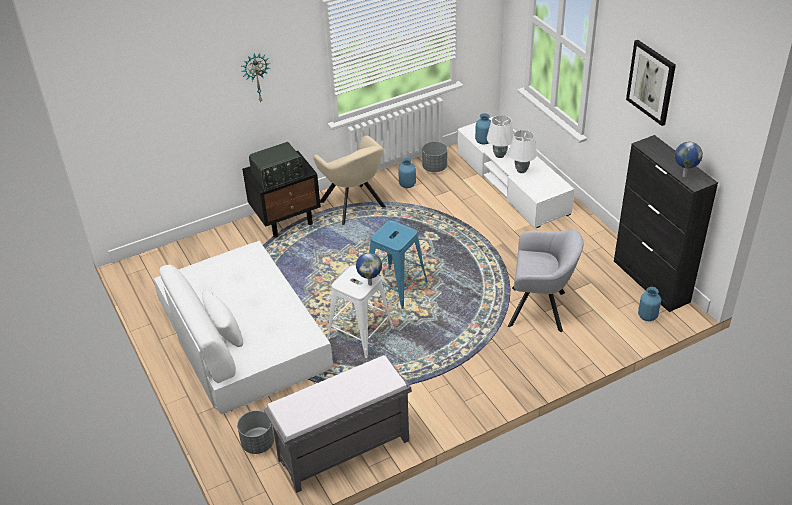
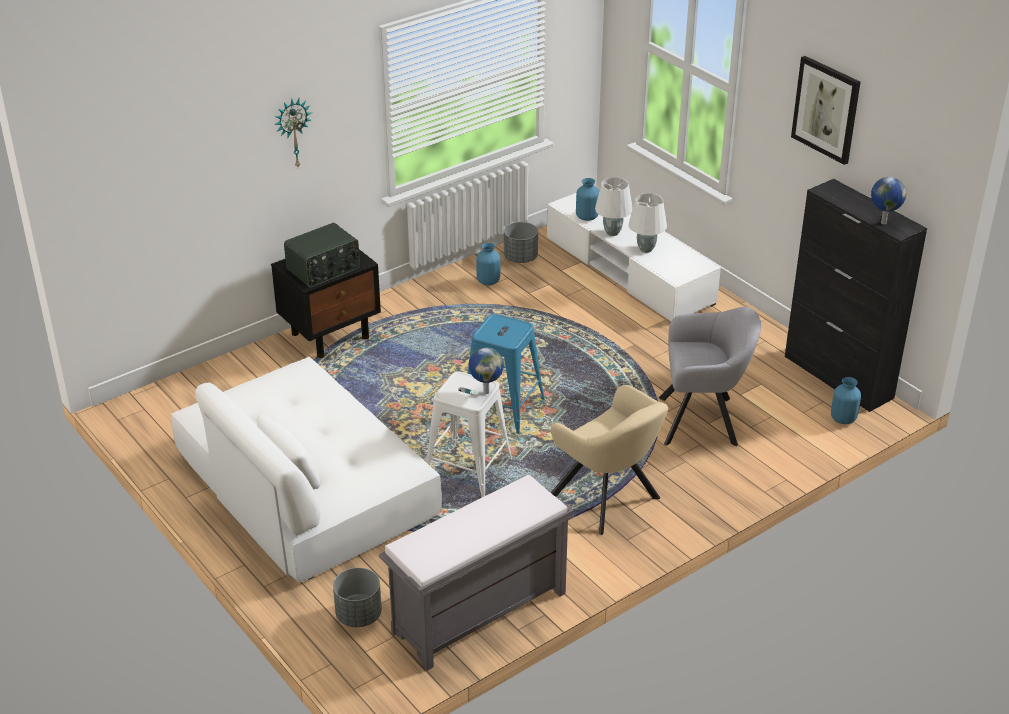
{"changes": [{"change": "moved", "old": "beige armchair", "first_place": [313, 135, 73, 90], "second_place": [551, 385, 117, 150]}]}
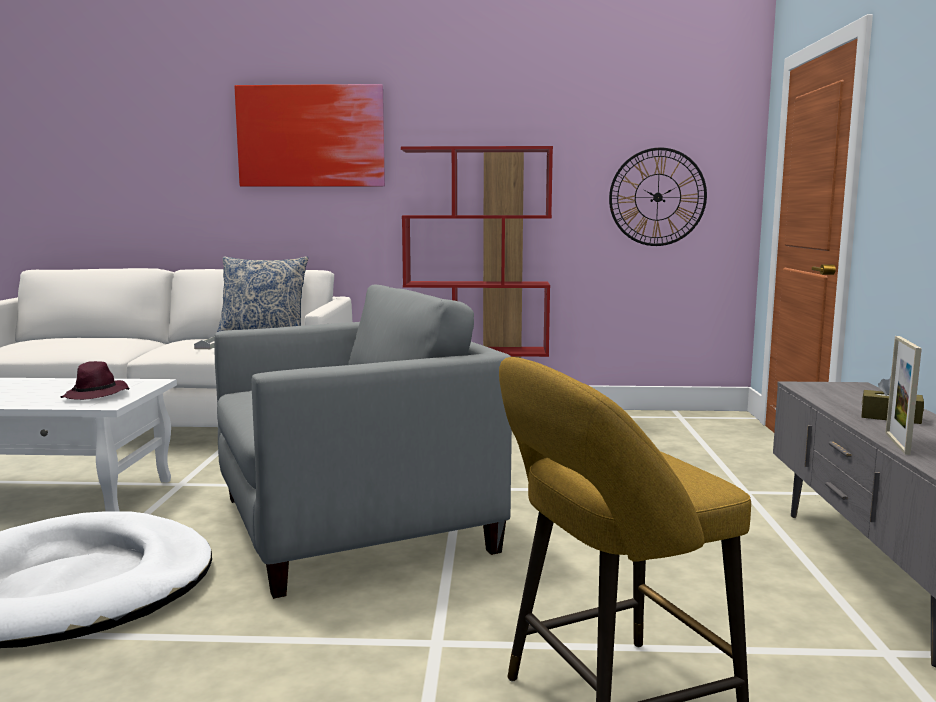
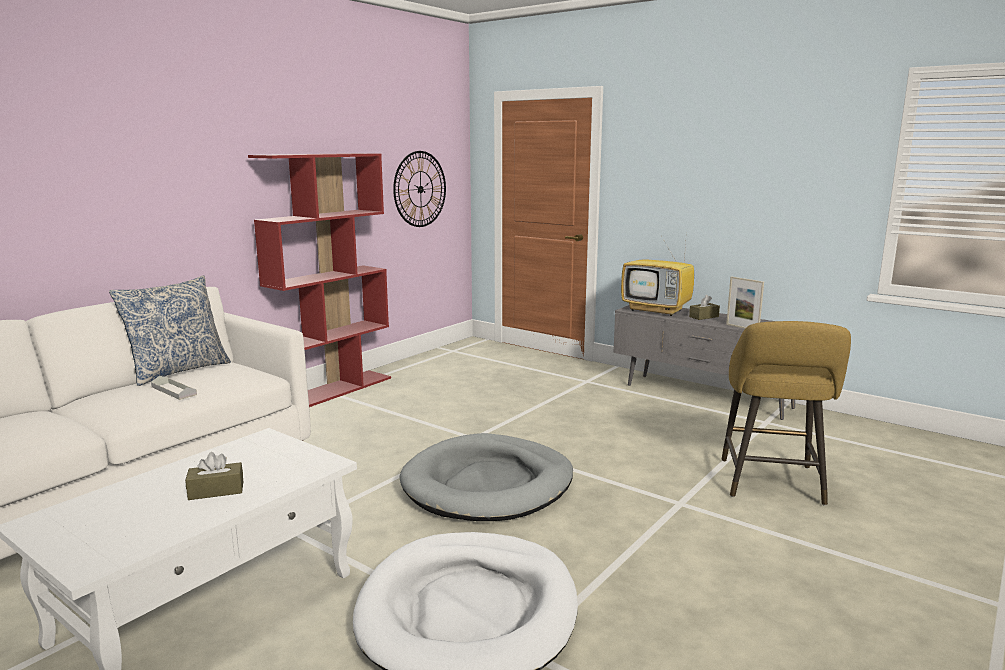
{"changes": [{"change": "added", "new": "brown tissue box", "second_place": [185, 452, 58, 48]}, {"change": "replaced", "old": "grey armchair", "new": "grey dog bed", "first_place": [214, 285, 298, 314], "second_place": [399, 433, 174, 88]}, {"change": "added", "new": "television", "second_place": [621, 230, 73, 86]}, {"change": "removed", "old": "purple hat", "first_place": [60, 361, 70, 39]}, {"change": "removed", "old": "picture", "first_place": [235, 84, 150, 103]}]}
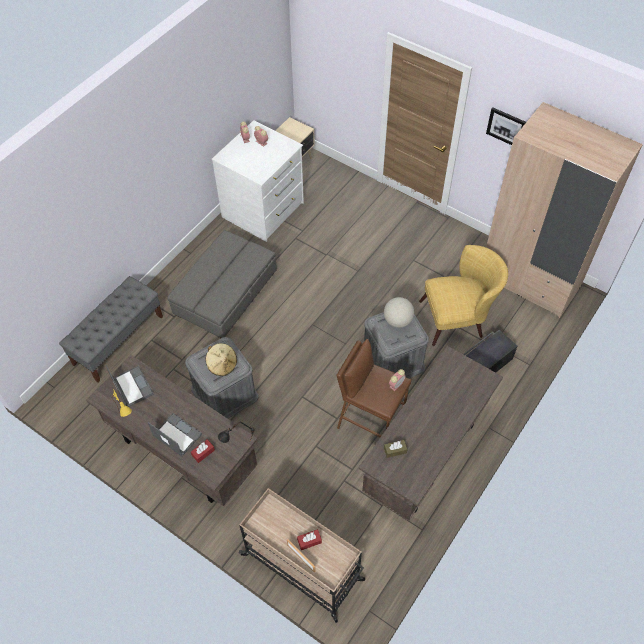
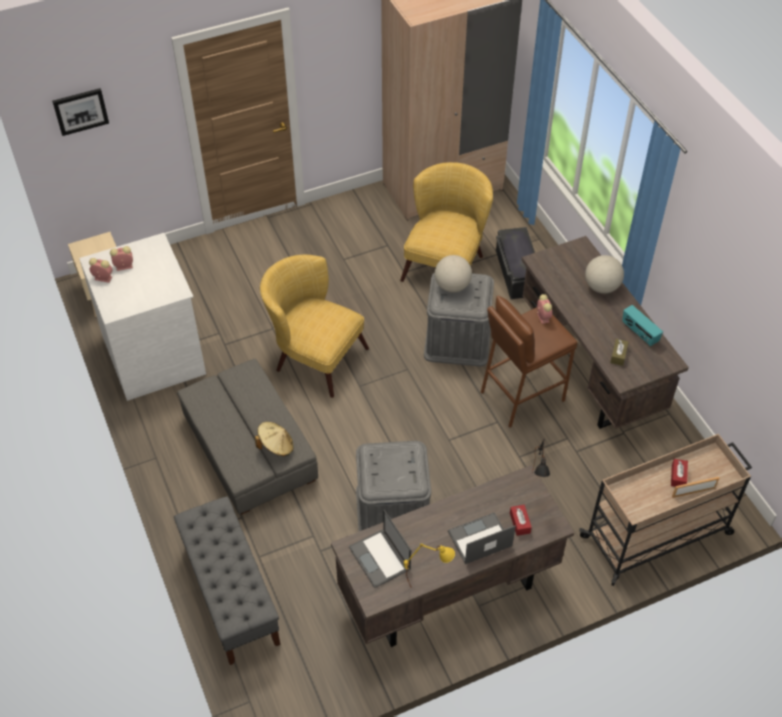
{"changes": [{"change": "moved", "old": "picture", "first_place": [486, 107, 40, 38], "second_place": [52, 88, 57, 48]}, {"change": "moved", "old": "beige hat", "first_place": [206, 343, 31, 33], "second_place": [255, 422, 39, 34]}, {"change": "added", "new": "yellow armchair", "second_place": [260, 255, 109, 143]}, {"change": "turned", "old": "laptop", "first_place": [106, 365, 48, 42], "second_place": [349, 510, 62, 78], "degrees": -120}, {"change": "added", "new": "globe", "second_place": [585, 255, 39, 39]}, {"change": "added", "new": "radio", "second_place": [622, 305, 41, 41]}]}
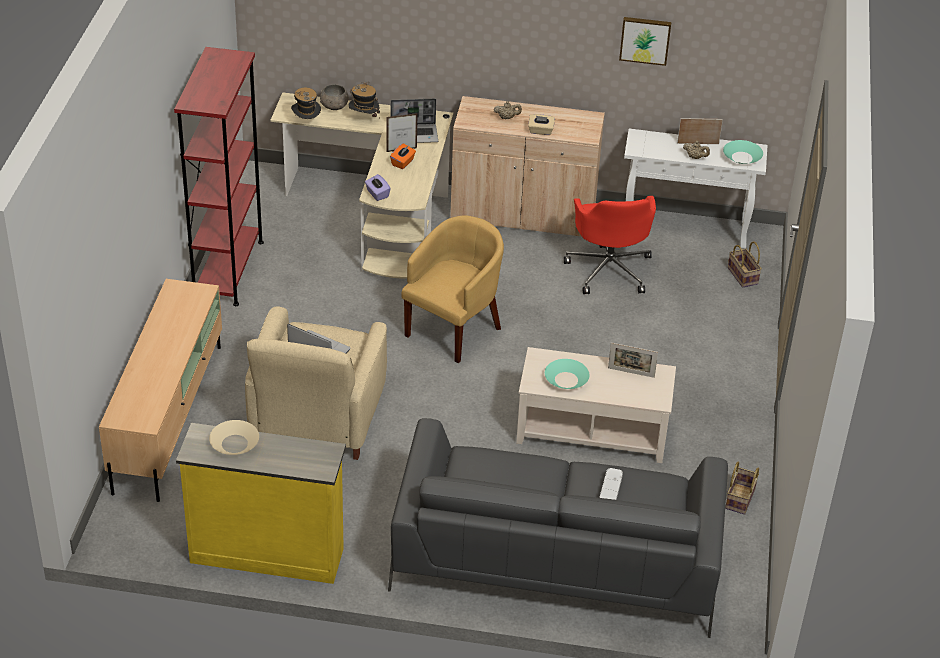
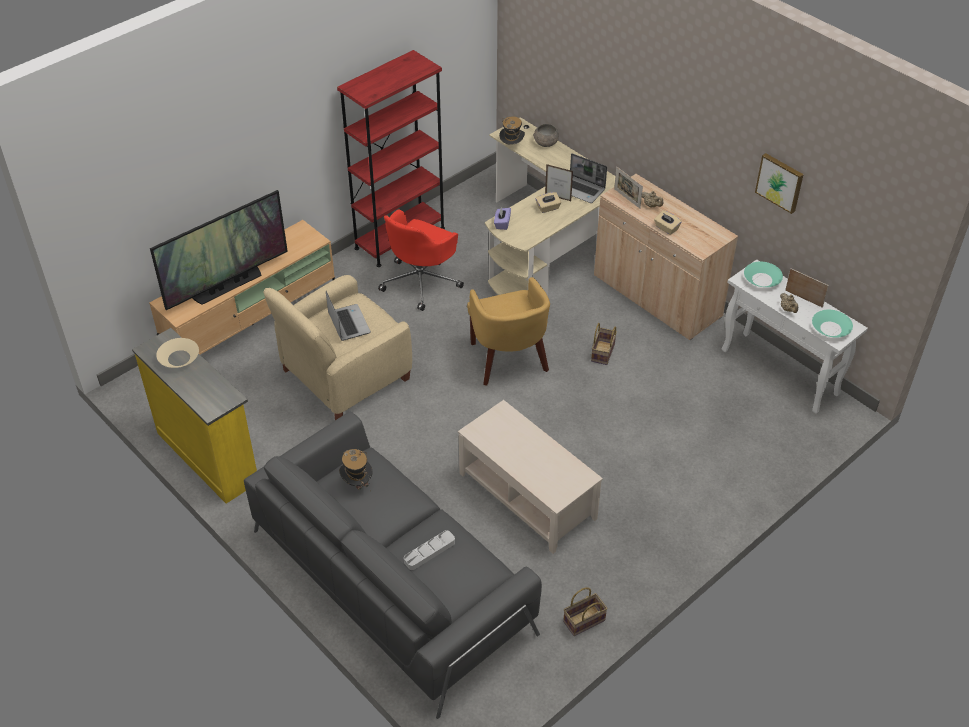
{"changes": [{"change": "added", "new": "television", "second_place": [150, 190, 138, 120]}, {"change": "moved", "old": "hat", "first_place": [349, 82, 31, 35], "second_place": [339, 449, 34, 42]}, {"change": "moved", "old": "red office chair", "first_place": [564, 196, 92, 98], "second_place": [378, 209, 86, 102]}, {"change": "turned", "old": "yellow armchair", "first_place": [401, 215, 103, 148], "second_place": [467, 277, 83, 109], "degrees": 90}, {"change": "recoloured", "old": "orange tissue box", "new": "beige tissue box", "first_place": [390, 143, 26, 26], "second_place": [536, 192, 25, 21]}, {"change": "moved", "old": "basket", "first_place": [728, 242, 34, 46], "second_place": [591, 323, 26, 42]}, {"change": "moved", "old": "picture frame", "first_place": [608, 343, 50, 35], "second_place": [614, 167, 29, 41]}, {"change": "moved", "old": "turquoise bowl", "first_place": [545, 359, 44, 30], "second_place": [744, 262, 39, 25]}]}
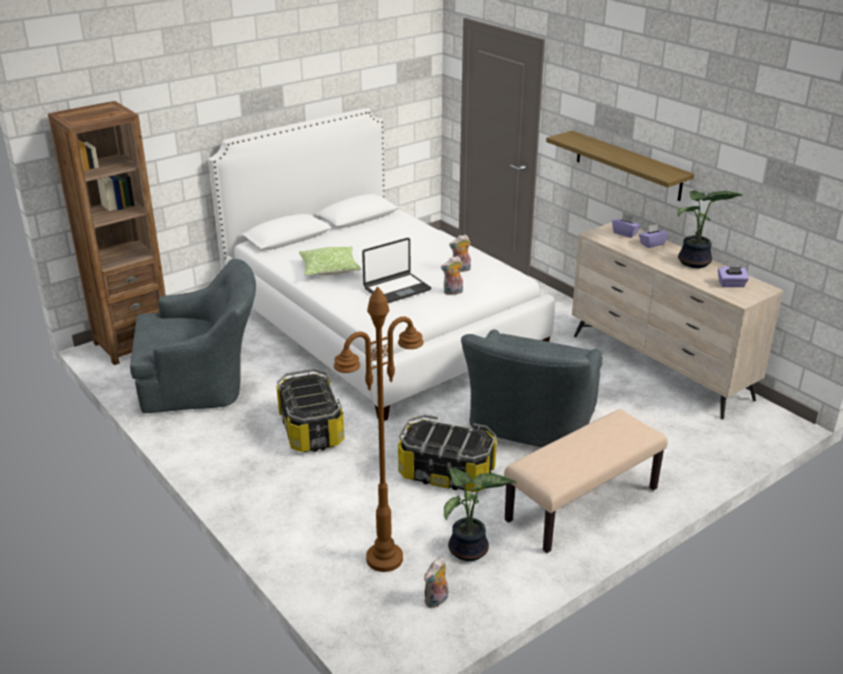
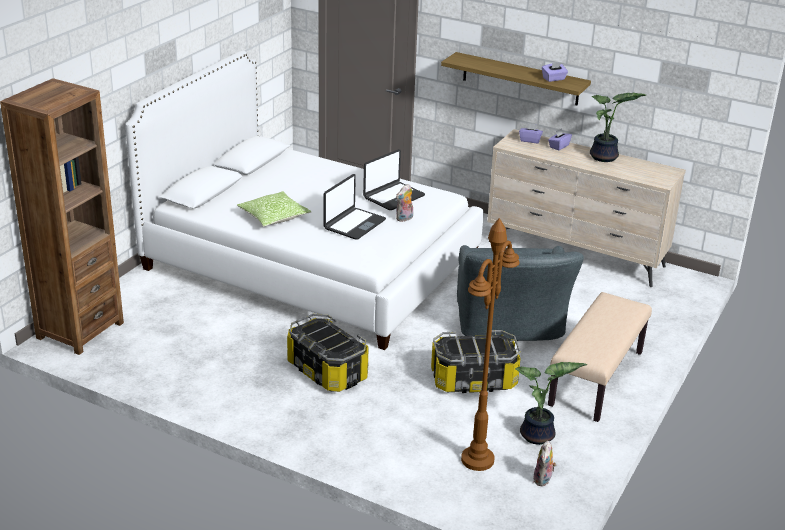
{"changes": [{"change": "replaced", "old": "plush toy", "new": "laptop", "first_place": [449, 234, 22, 38], "second_place": [363, 149, 62, 61]}, {"change": "moved", "old": "purple tissue box", "first_place": [718, 266, 31, 21], "second_place": [542, 62, 26, 20]}, {"change": "removed", "old": "grey armchair", "first_place": [130, 259, 126, 154]}]}
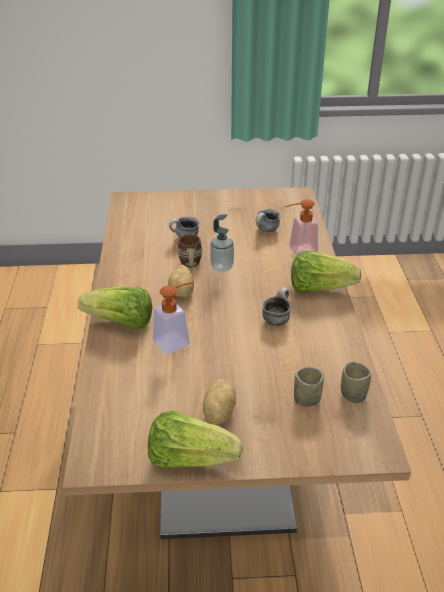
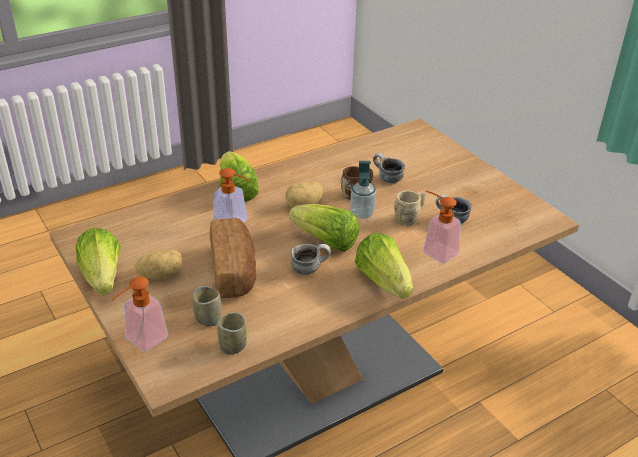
{"changes": [{"change": "added", "new": "soap dispenser", "second_place": [111, 277, 57, 75]}, {"change": "added", "new": "bread", "second_place": [210, 218, 46, 80]}, {"change": "added", "new": "lettuce", "second_place": [289, 204, 70, 48]}, {"change": "added", "new": "beige mug", "second_place": [394, 191, 31, 35]}]}
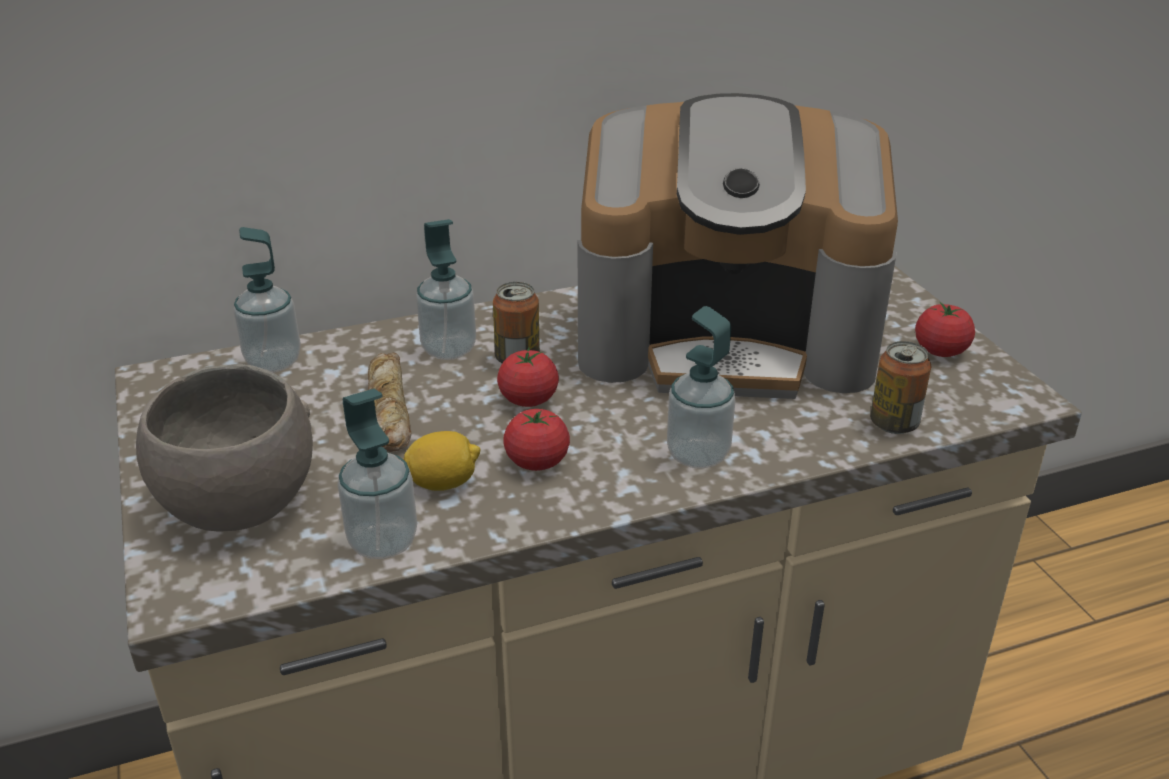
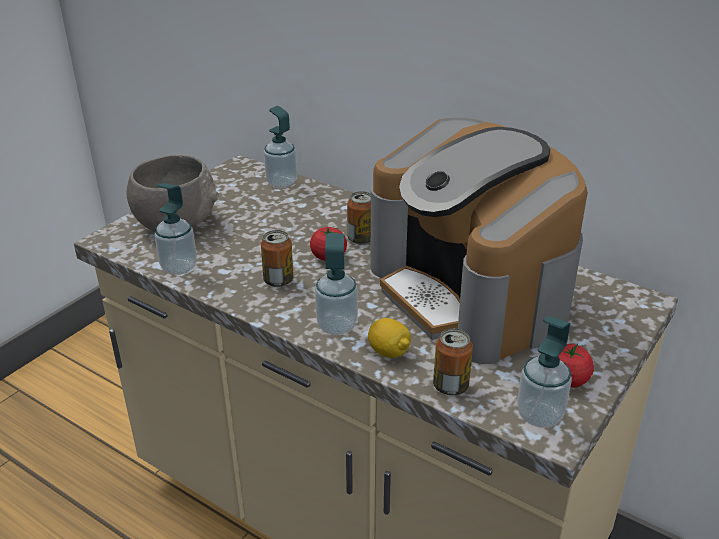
{"changes": [{"change": "replaced", "old": "tomato", "new": "can", "first_place": [503, 408, 67, 63], "second_place": [261, 230, 32, 57]}, {"change": "moved", "old": "lemon", "first_place": [403, 431, 77, 60], "second_place": [368, 318, 43, 40]}, {"change": "moved", "old": "soap dispenser", "first_place": [416, 219, 60, 141], "second_place": [517, 316, 55, 112]}, {"change": "removed", "old": "bread", "first_place": [368, 353, 44, 99]}]}
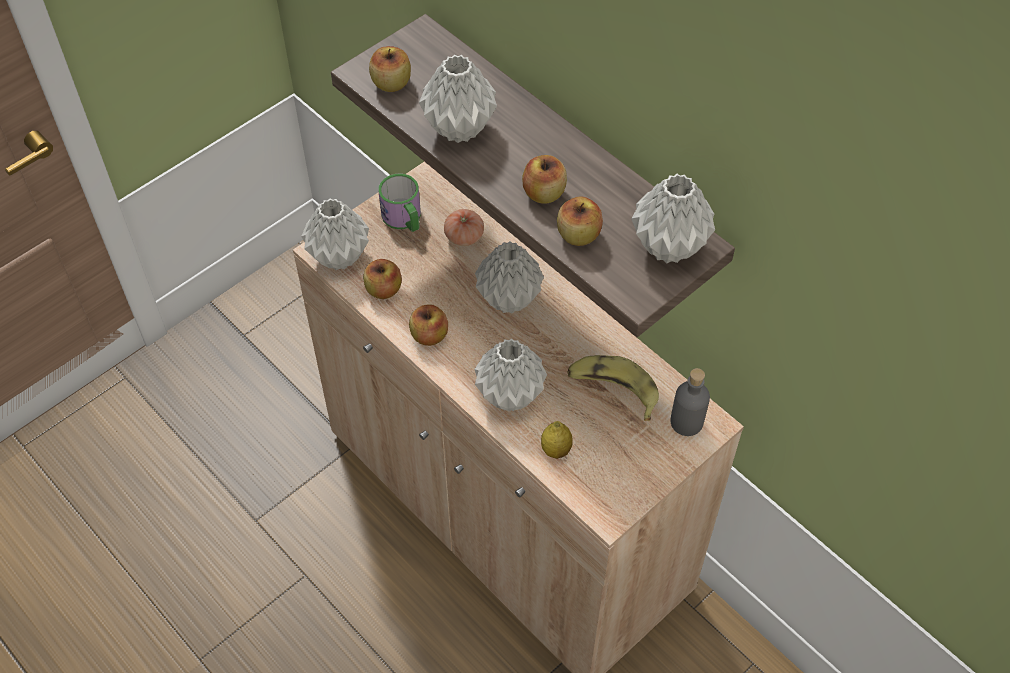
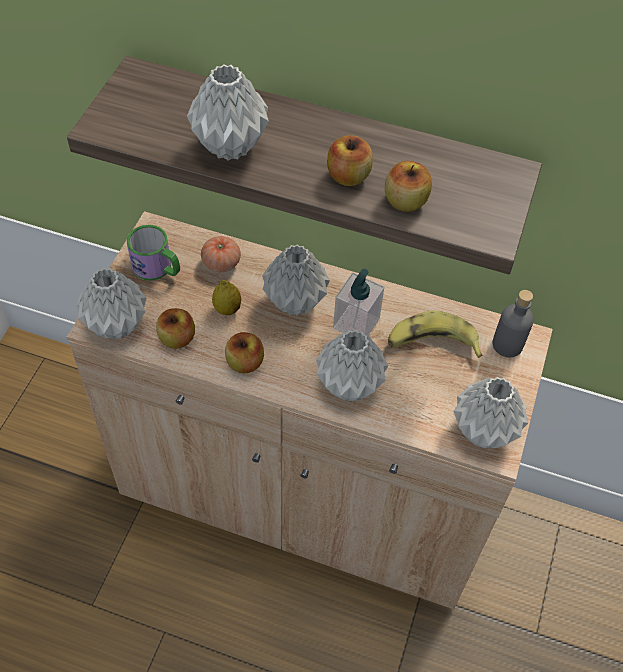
{"changes": [{"change": "moved", "old": "lemon", "first_place": [541, 421, 32, 38], "second_place": [212, 280, 29, 35]}, {"change": "added", "new": "soap dispenser", "second_place": [333, 269, 51, 67]}, {"change": "moved", "old": "grey vase", "first_place": [631, 174, 84, 89], "second_place": [453, 377, 75, 72]}, {"change": "removed", "old": "apple", "first_place": [369, 46, 42, 46]}]}
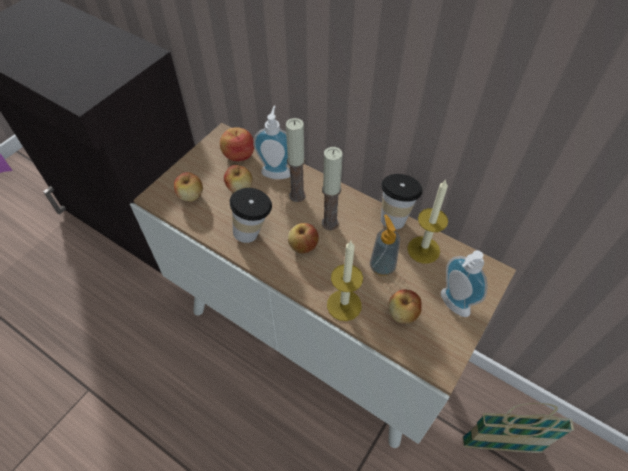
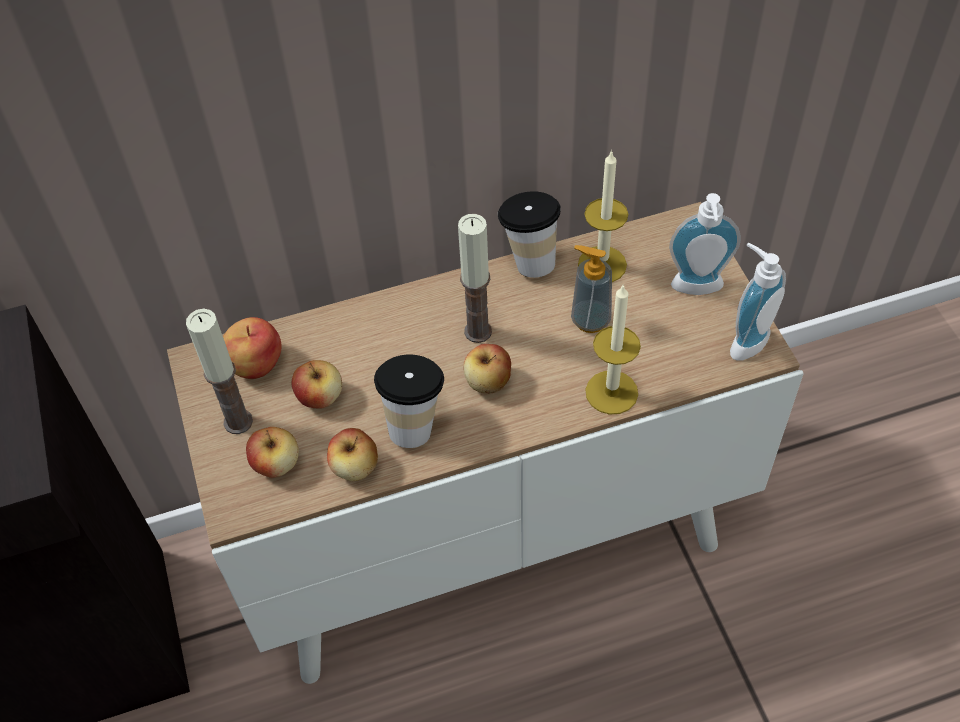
{"changes": [{"change": "moved", "old": "candle", "first_place": [286, 118, 20, 84], "second_place": [186, 309, 67, 125]}, {"change": "moved", "old": "apple", "first_place": [388, 289, 34, 35], "second_place": [327, 428, 51, 53]}, {"change": "moved", "old": "soap dispenser", "first_place": [253, 106, 37, 73], "second_place": [730, 243, 56, 118]}, {"change": "removed", "old": "basket", "first_place": [462, 403, 112, 50]}]}
